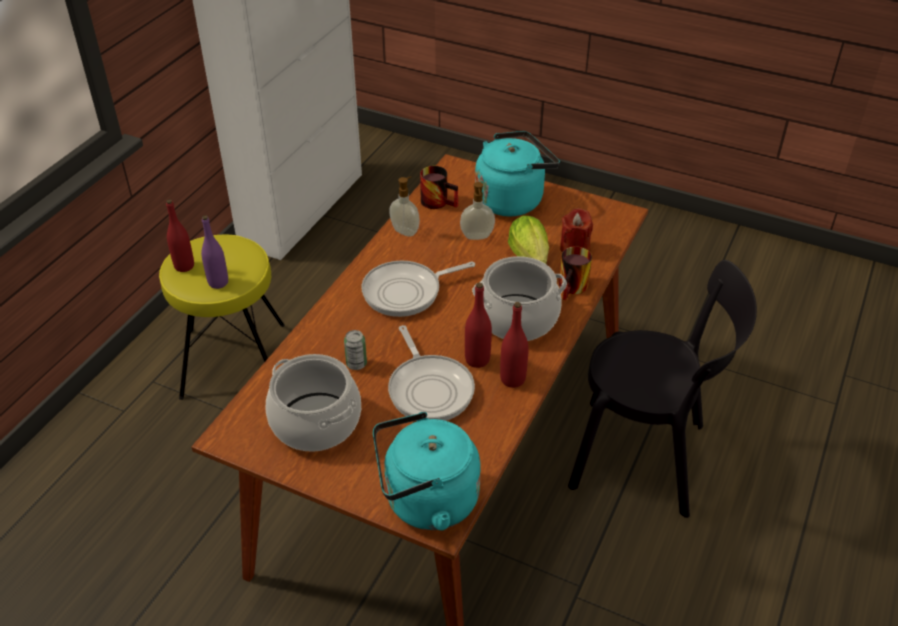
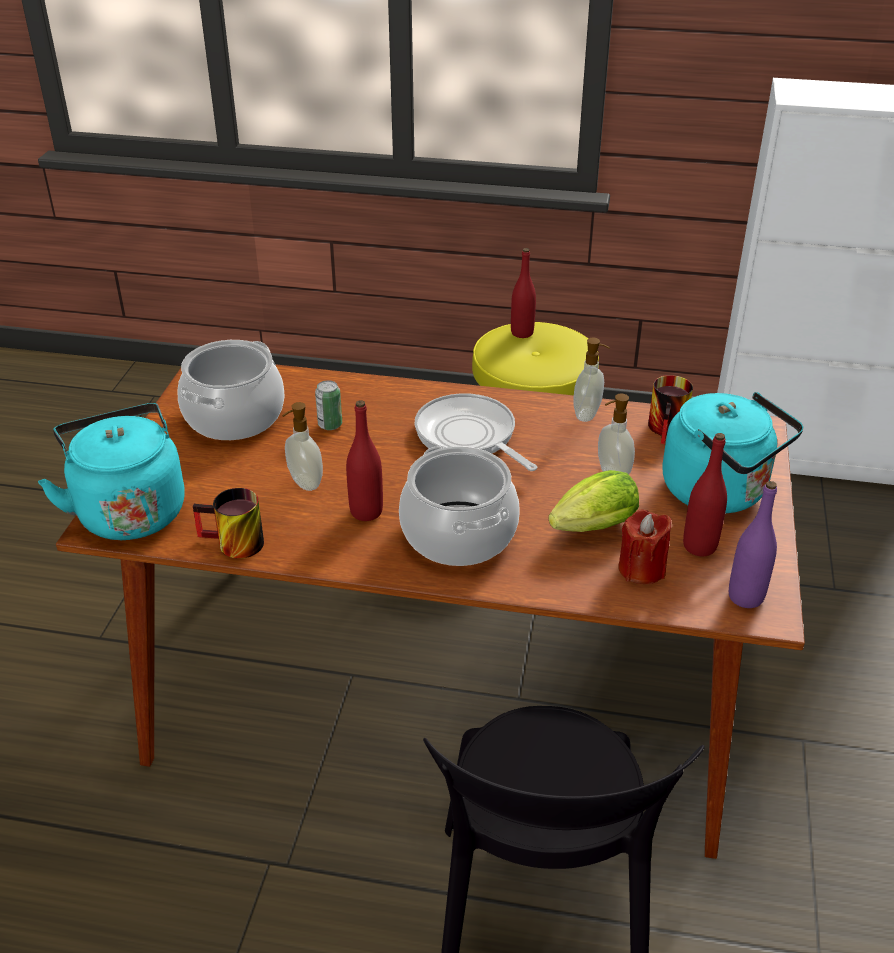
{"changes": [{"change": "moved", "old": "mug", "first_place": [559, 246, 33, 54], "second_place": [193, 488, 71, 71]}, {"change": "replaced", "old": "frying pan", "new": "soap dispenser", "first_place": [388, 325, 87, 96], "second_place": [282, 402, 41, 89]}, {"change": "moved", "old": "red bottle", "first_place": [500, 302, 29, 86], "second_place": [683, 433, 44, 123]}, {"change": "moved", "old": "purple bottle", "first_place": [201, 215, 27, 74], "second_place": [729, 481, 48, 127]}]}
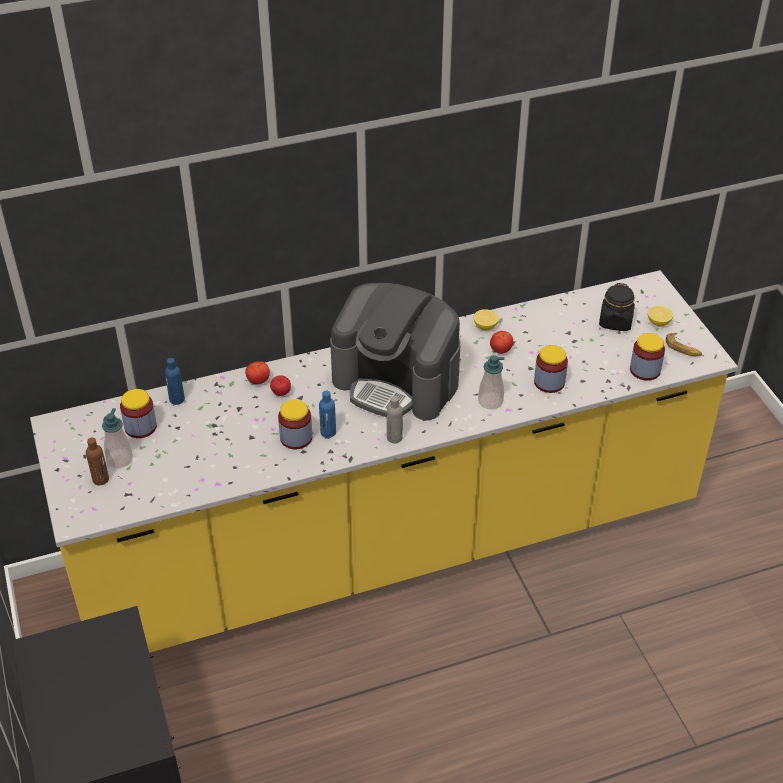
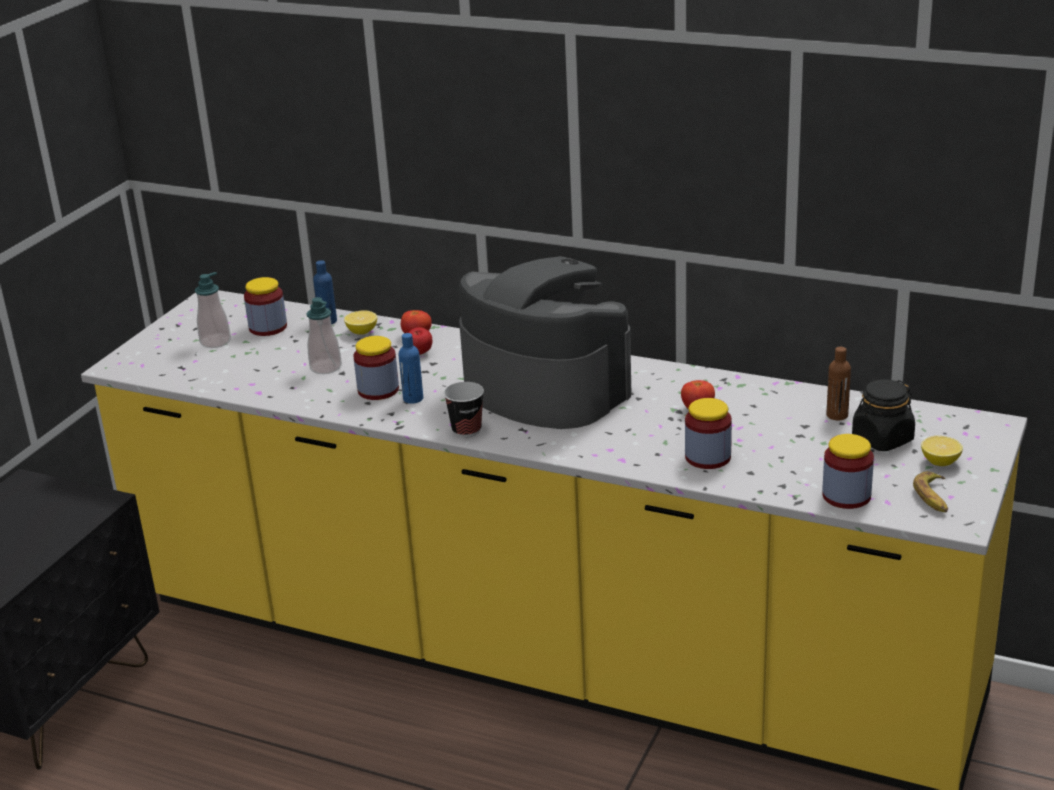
{"changes": [{"change": "moved", "old": "soap dispenser", "first_place": [478, 355, 27, 54], "second_place": [307, 297, 35, 77]}, {"change": "moved", "old": "lemon", "first_place": [474, 309, 25, 21], "second_place": [344, 310, 33, 25]}, {"change": "replaced", "old": "grey bottle", "new": "cup", "first_place": [387, 396, 16, 47], "second_place": [443, 382, 41, 55]}, {"change": "turned", "old": "coffee machine", "first_place": [330, 283, 130, 137], "second_place": [459, 256, 172, 173], "degrees": 150}, {"change": "moved", "old": "brown bottle", "first_place": [86, 437, 23, 48], "second_place": [826, 347, 25, 73]}]}
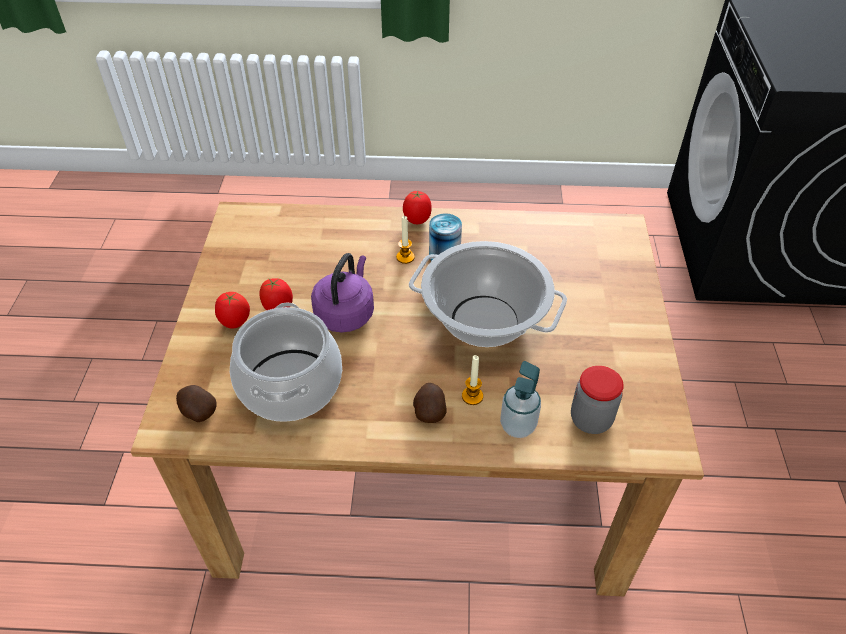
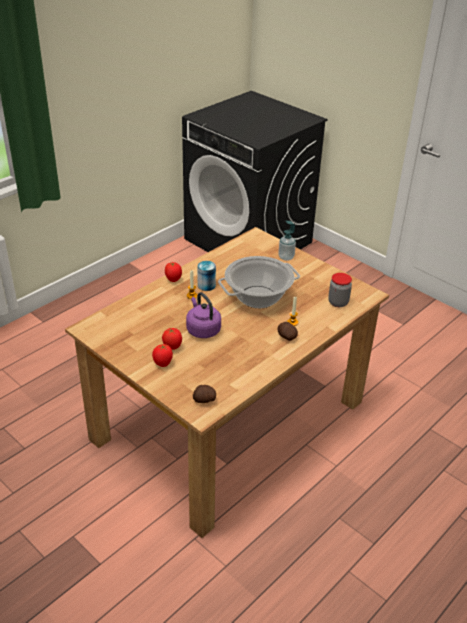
{"changes": [{"change": "moved", "old": "soap dispenser", "first_place": [500, 361, 41, 77], "second_place": [278, 221, 18, 40]}, {"change": "removed", "old": "cooking pot", "first_place": [230, 303, 112, 119]}]}
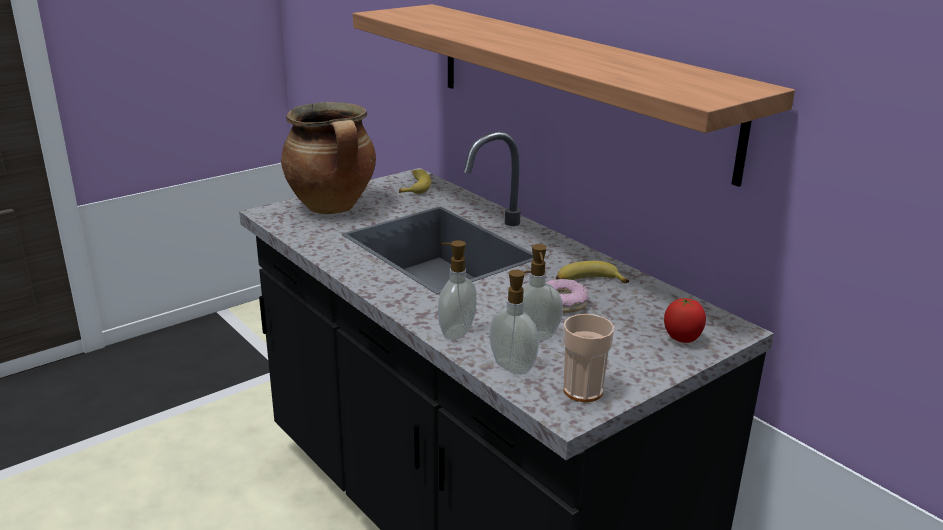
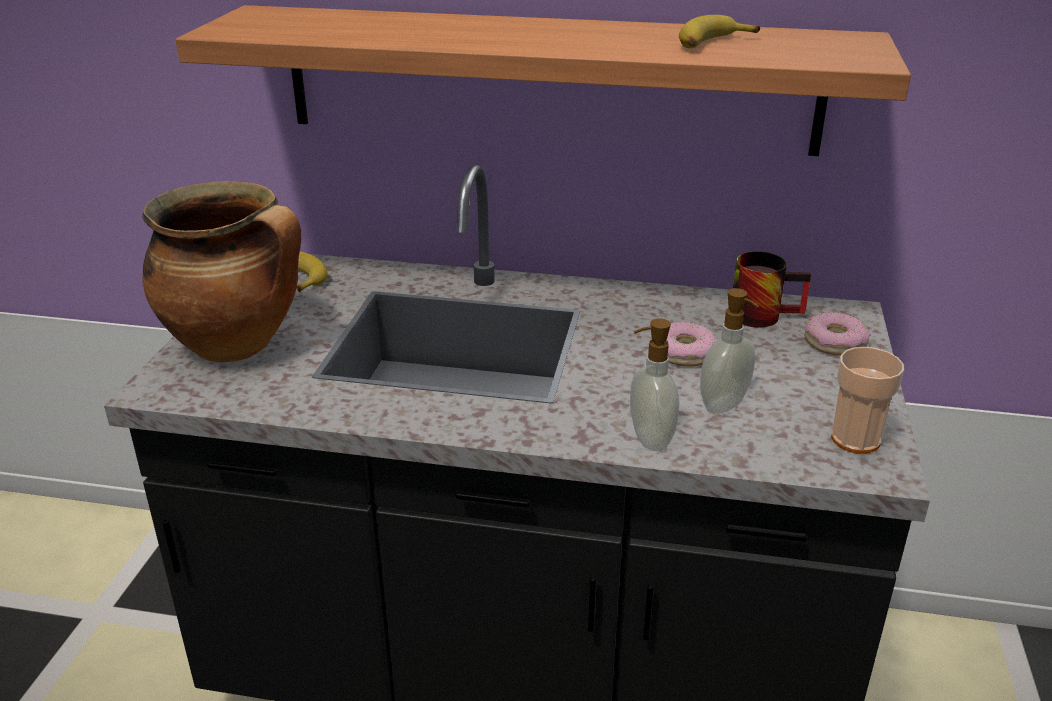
{"changes": [{"change": "moved", "old": "banana", "first_place": [556, 261, 73, 22], "second_place": [679, 15, 81, 33]}, {"change": "added", "new": "mug", "second_place": [733, 251, 78, 77]}, {"change": "replaced", "old": "tomato", "new": "donut", "first_place": [664, 297, 42, 46], "second_place": [804, 312, 67, 44]}, {"change": "removed", "old": "soap dispenser", "first_place": [489, 270, 50, 105]}]}
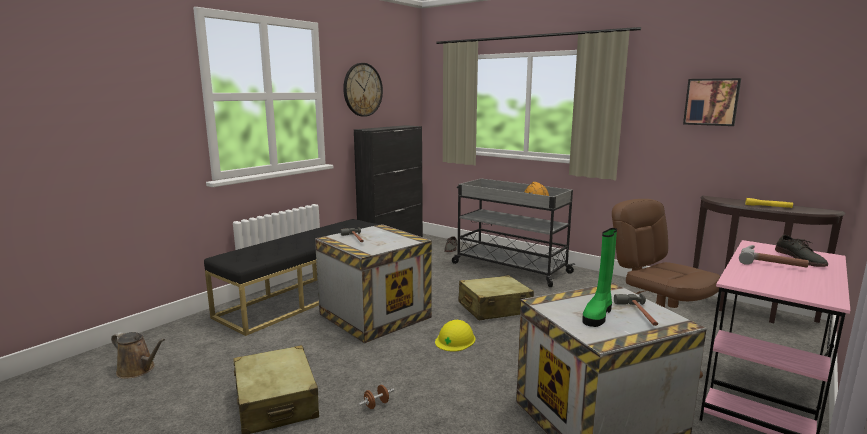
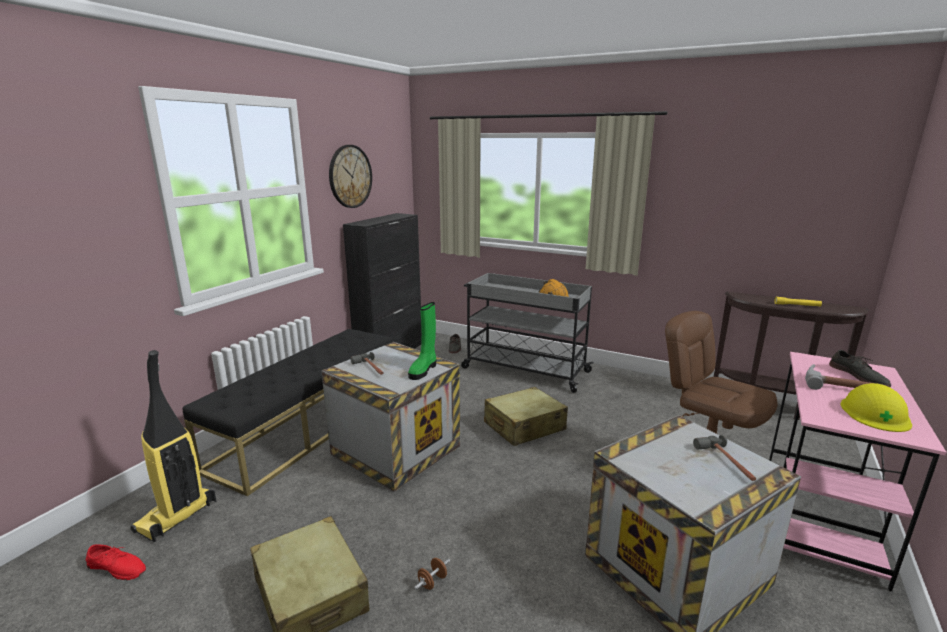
{"changes": [{"change": "replaced", "old": "brown watering can", "new": "red shoe", "first_place": [111, 332, 54, 47], "second_place": [86, 544, 60, 36]}, {"change": "added", "new": "vacuum cleaner", "second_place": [130, 350, 87, 192]}, {"change": "moved", "old": "green boot", "first_place": [582, 228, 35, 99], "second_place": [408, 302, 28, 78]}, {"change": "moved", "old": "yellow hard hat", "first_place": [435, 320, 40, 32], "second_place": [841, 383, 71, 49]}, {"change": "removed", "old": "picture", "first_place": [683, 78, 58, 48]}]}
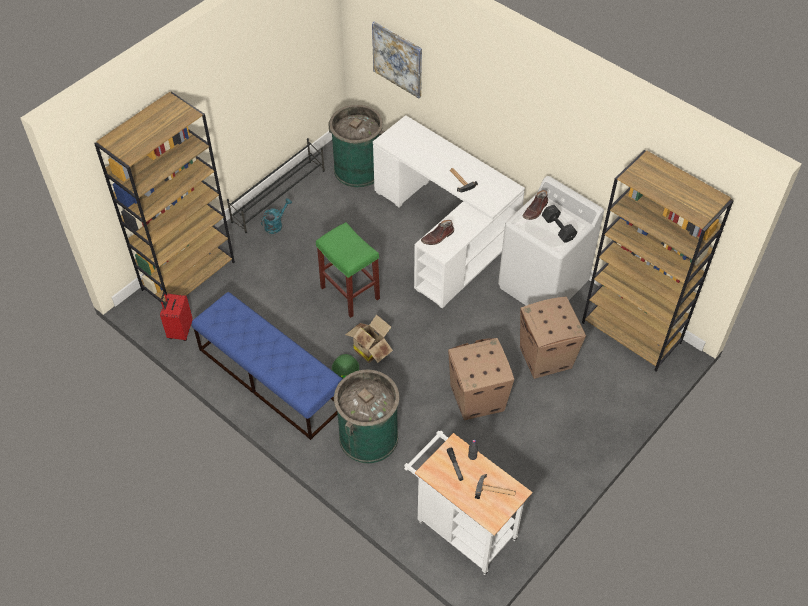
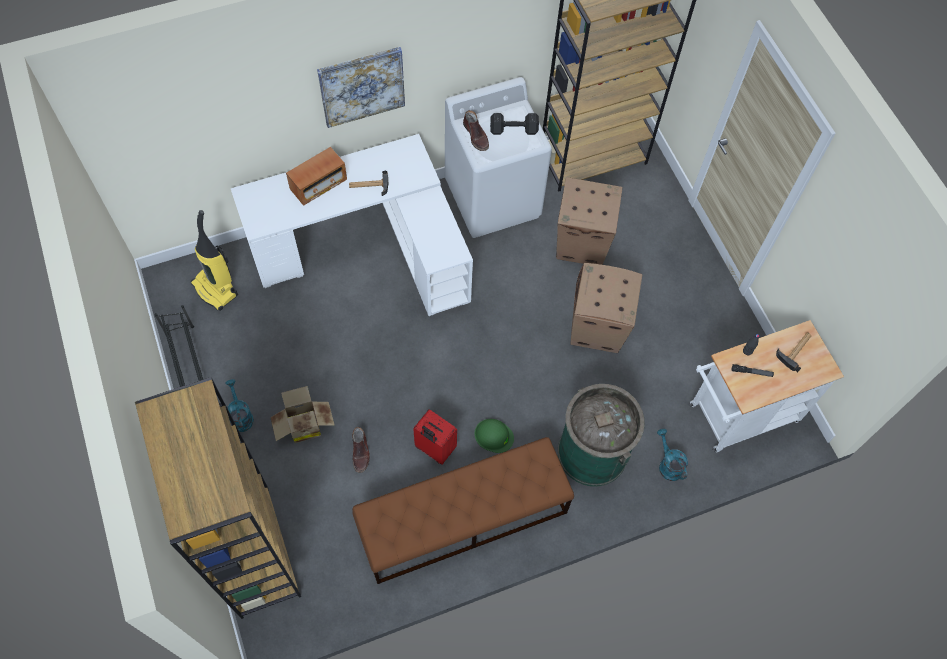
{"changes": [{"change": "replaced", "old": "green trash can", "new": "vacuum cleaner", "first_place": [328, 105, 57, 83], "second_place": [191, 210, 47, 101]}, {"change": "moved", "old": "cardboard box", "first_place": [345, 315, 48, 48], "second_place": [270, 386, 65, 57]}, {"change": "added", "new": "radio", "second_place": [286, 147, 61, 59]}, {"change": "moved", "old": "picture", "first_place": [372, 21, 50, 77], "second_place": [317, 47, 88, 81]}, {"change": "moved", "old": "brown boot", "first_place": [421, 220, 33, 25], "second_place": [352, 427, 18, 46]}, {"change": "recoloured", "old": "blue bench", "new": "brown bench", "first_place": [192, 292, 150, 148], "second_place": [352, 437, 222, 147]}, {"change": "moved", "old": "red suitcase", "first_place": [160, 292, 33, 49], "second_place": [413, 409, 44, 56]}, {"change": "added", "new": "turquoise watering can", "second_place": [657, 429, 31, 52]}, {"change": "removed", "old": "green stool", "first_place": [316, 222, 64, 96]}]}
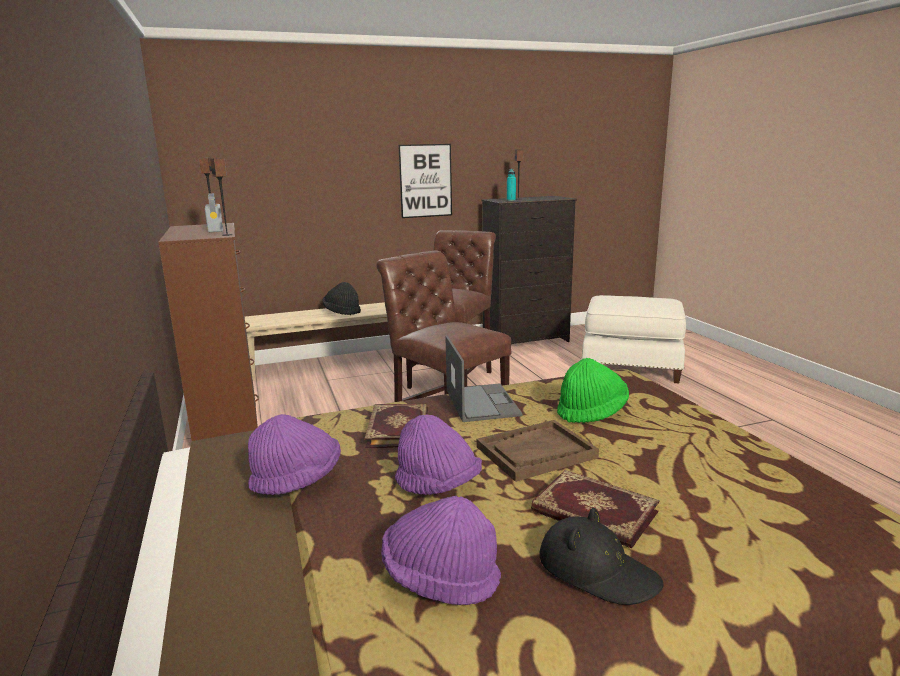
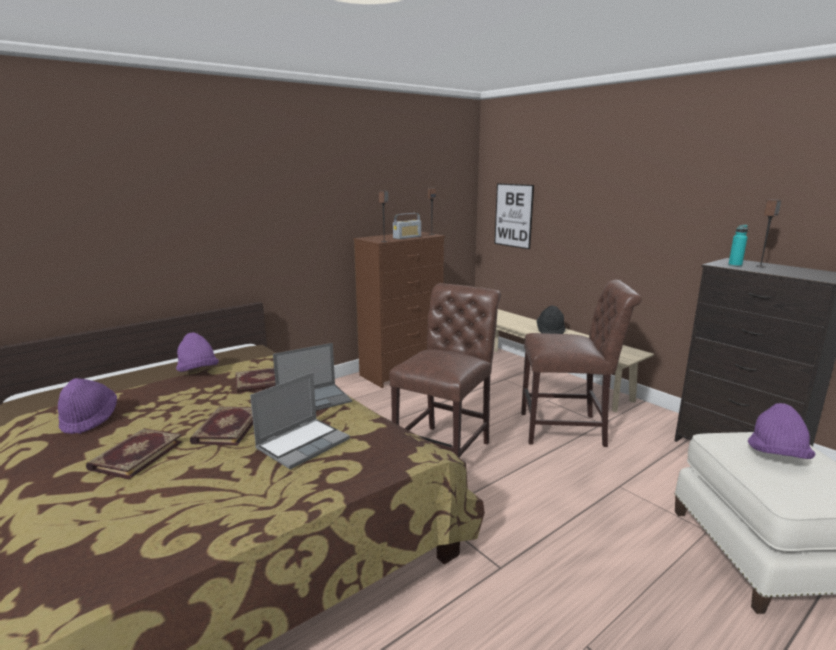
{"changes": [{"change": "replaced", "old": "brown tray", "new": "book", "first_place": [477, 420, 122, 62], "second_place": [190, 406, 63, 40]}, {"change": "replaced", "old": "green hat", "new": "laptop", "first_place": [557, 358, 72, 65], "second_place": [250, 372, 100, 97]}, {"change": "moved", "old": "picture", "first_place": [398, 144, 54, 74], "second_place": [494, 183, 40, 66]}, {"change": "moved", "old": "purple hat", "first_place": [395, 414, 87, 81], "second_place": [748, 403, 68, 56]}, {"change": "removed", "old": "black hat", "first_place": [539, 508, 125, 97]}]}
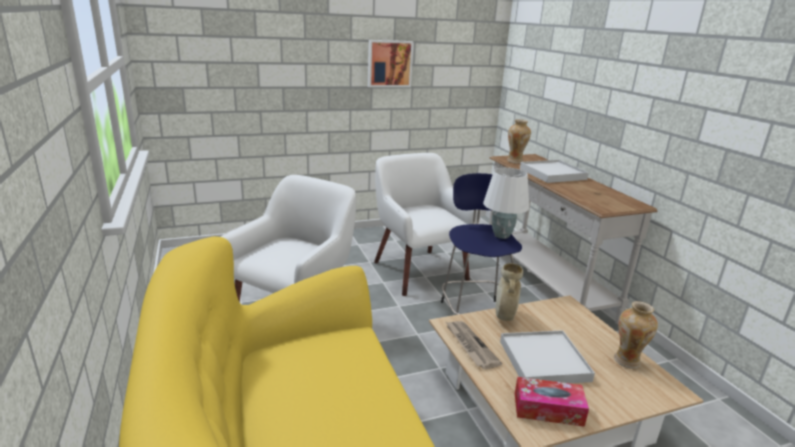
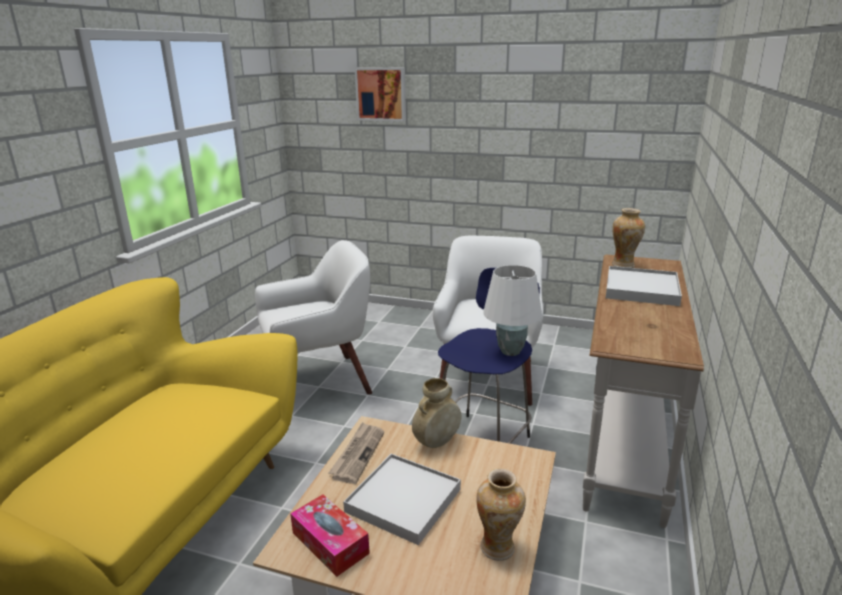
{"changes": [{"change": "moved", "old": "picture", "first_place": [368, 40, 46, 47], "second_place": [355, 67, 51, 54]}]}
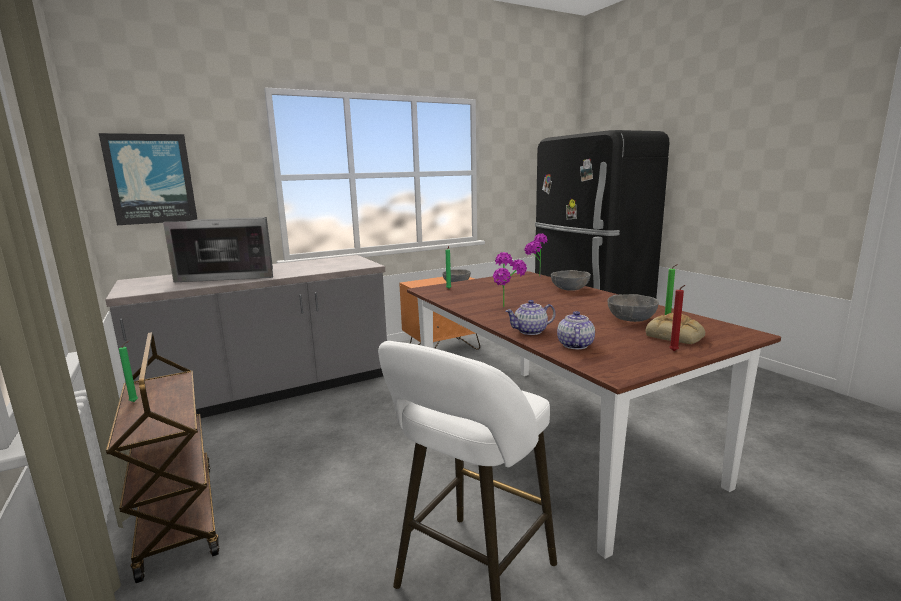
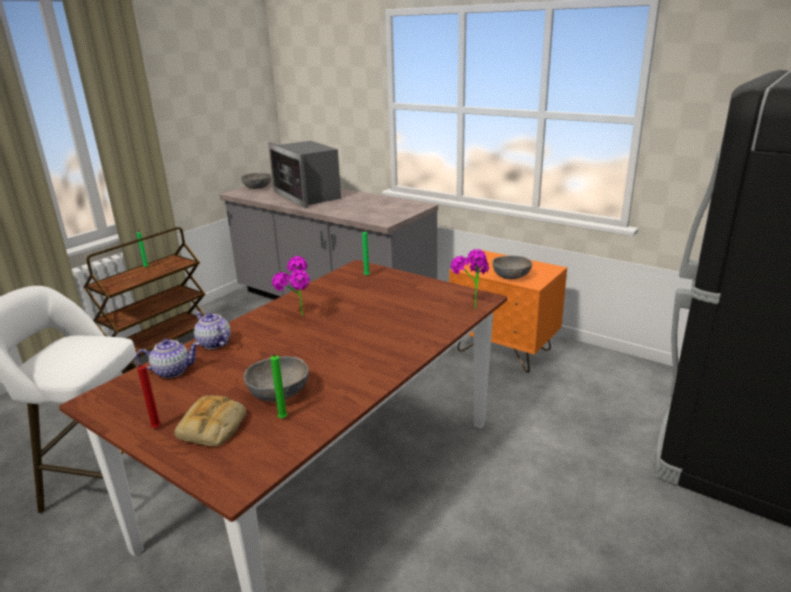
{"changes": [{"change": "moved", "old": "grey bowl", "first_place": [551, 270, 40, 21], "second_place": [241, 173, 31, 16]}, {"change": "removed", "old": "picture", "first_place": [99, 133, 98, 92]}]}
